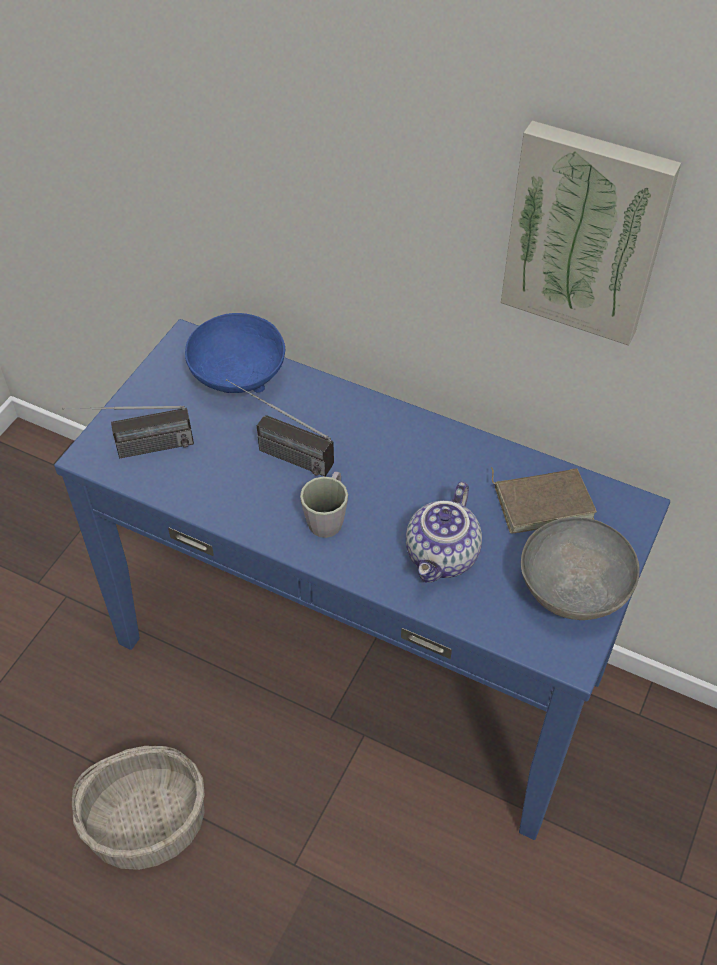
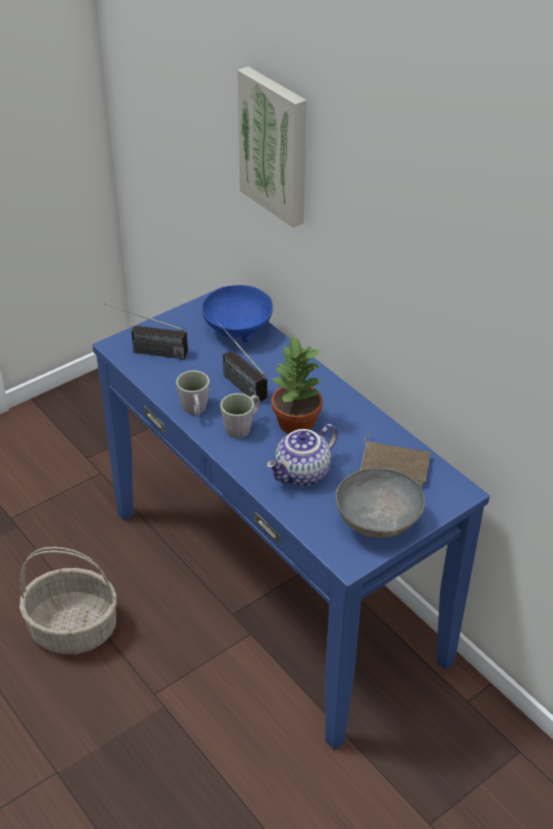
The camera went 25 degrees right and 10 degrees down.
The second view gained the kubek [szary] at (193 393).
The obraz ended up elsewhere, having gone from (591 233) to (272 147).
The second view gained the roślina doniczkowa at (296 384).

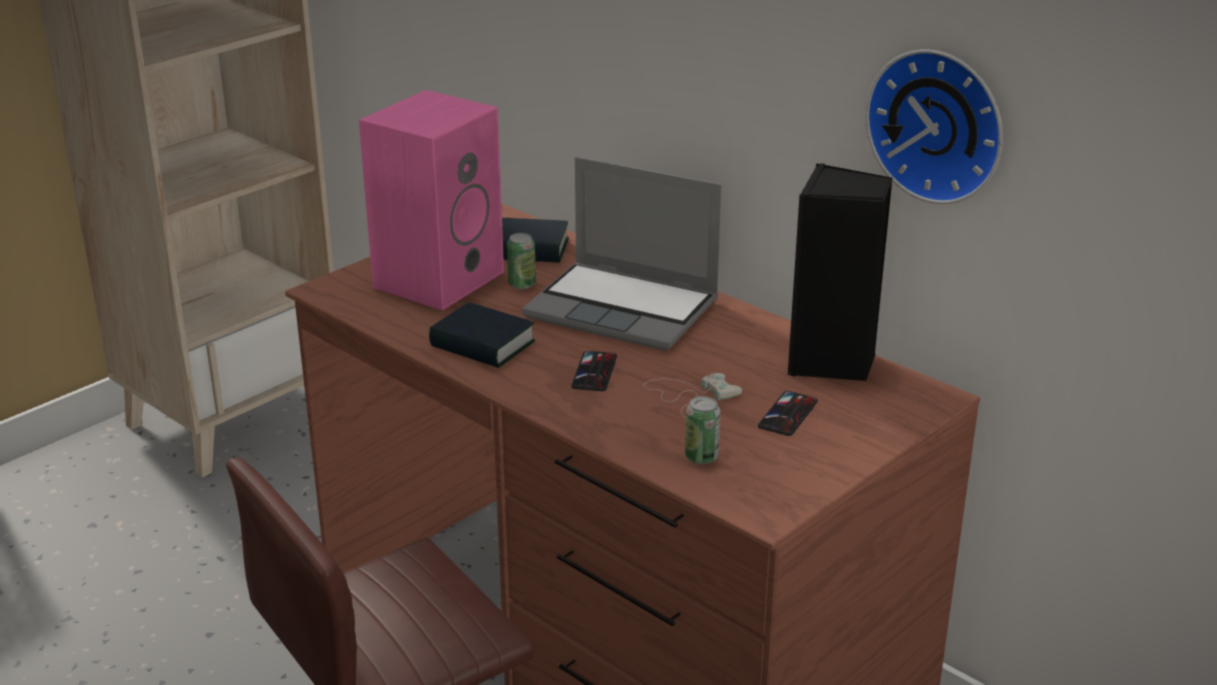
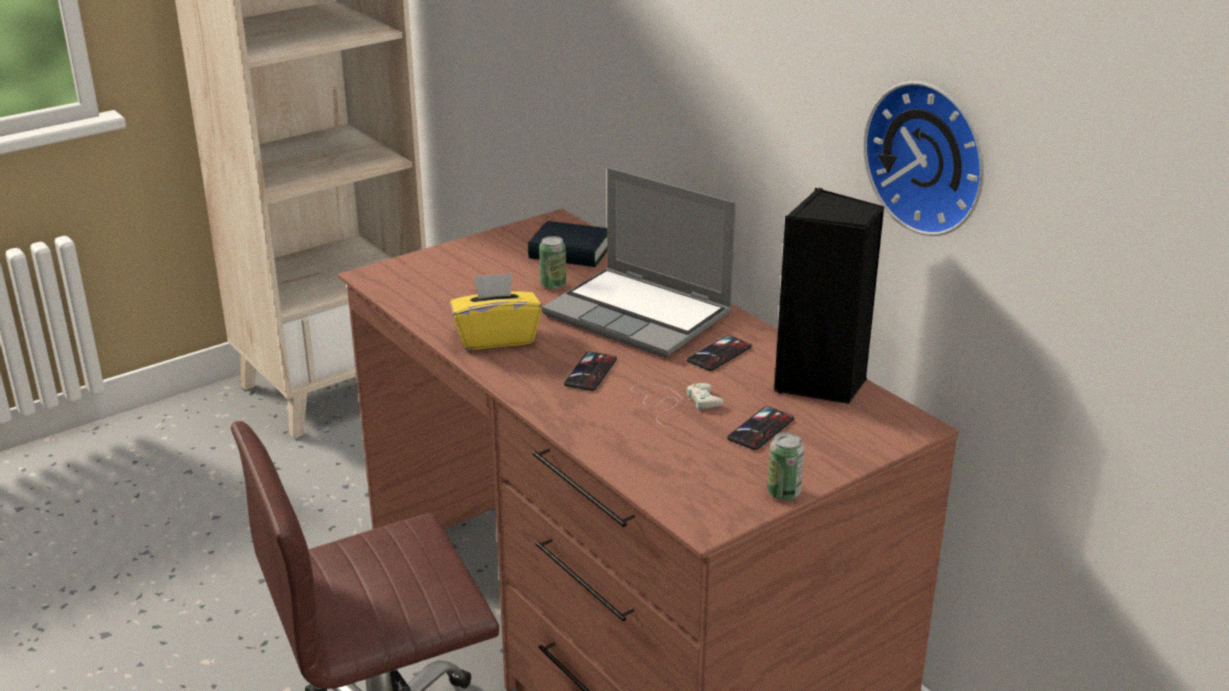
The camera went 10 degrees right and 0 degrees up.
Where the książka stood at (482 335), the pudełko chusteczek [żółty] came to stand at (496 311).
The second view gained the telefon at (719 353).
The puszka ended up elsewhere, having gone from (702 430) to (785 466).
The second view lost the głośnik [różowy] at (431 200).

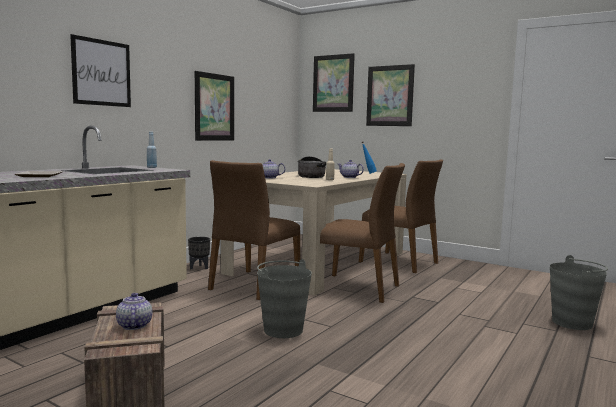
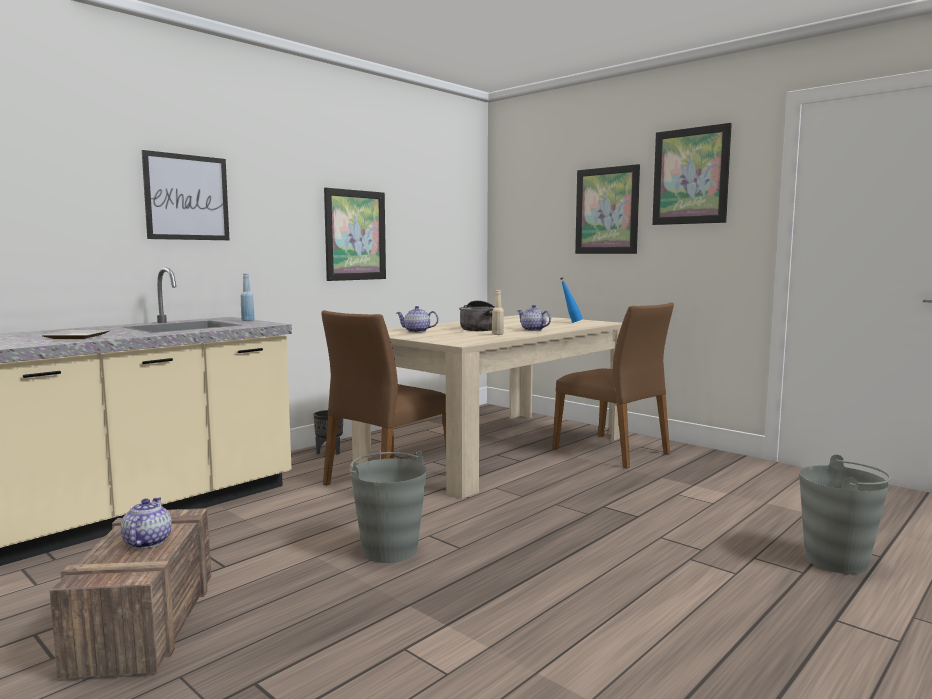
The camera went 10 degrees right and 0 degrees up.
The obraz ended up elsewhere, having gone from (334 82) to (692 174).
The second view lost the krzesło [brązowy] at (362 233).

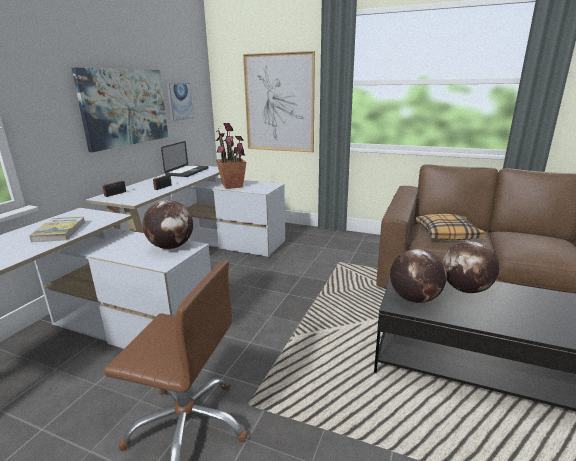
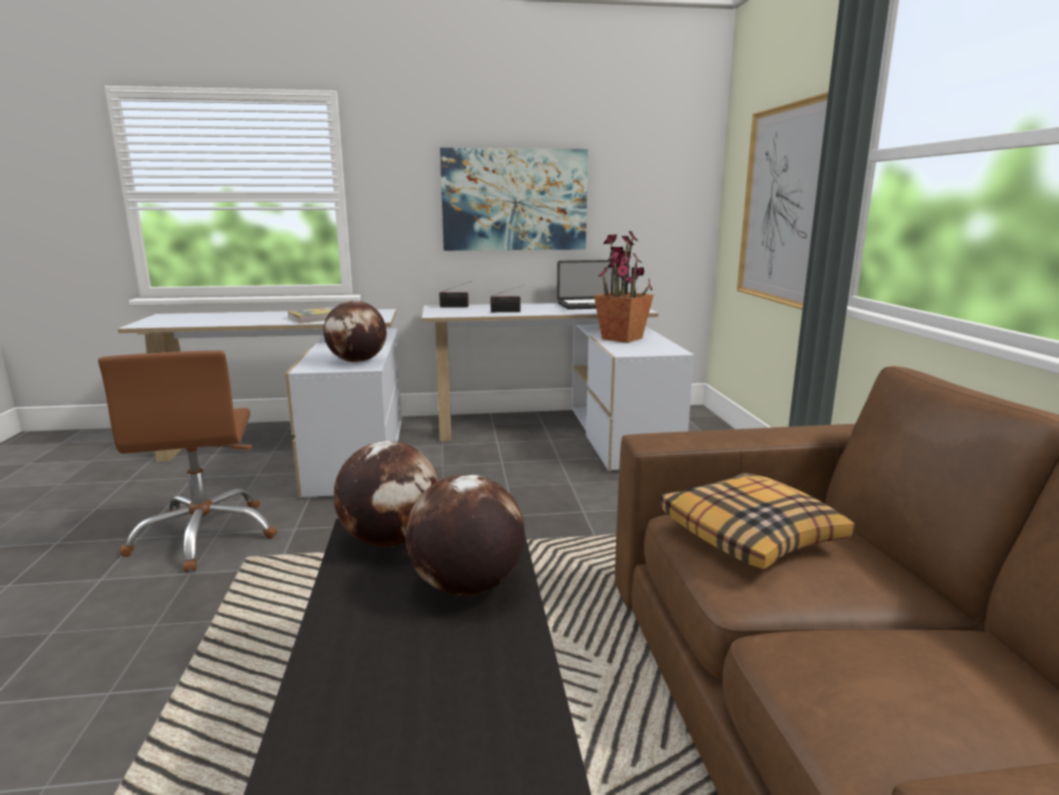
The camera went 60 degrees right and 5 degrees down.
The second view lost the obraz at (180 102).

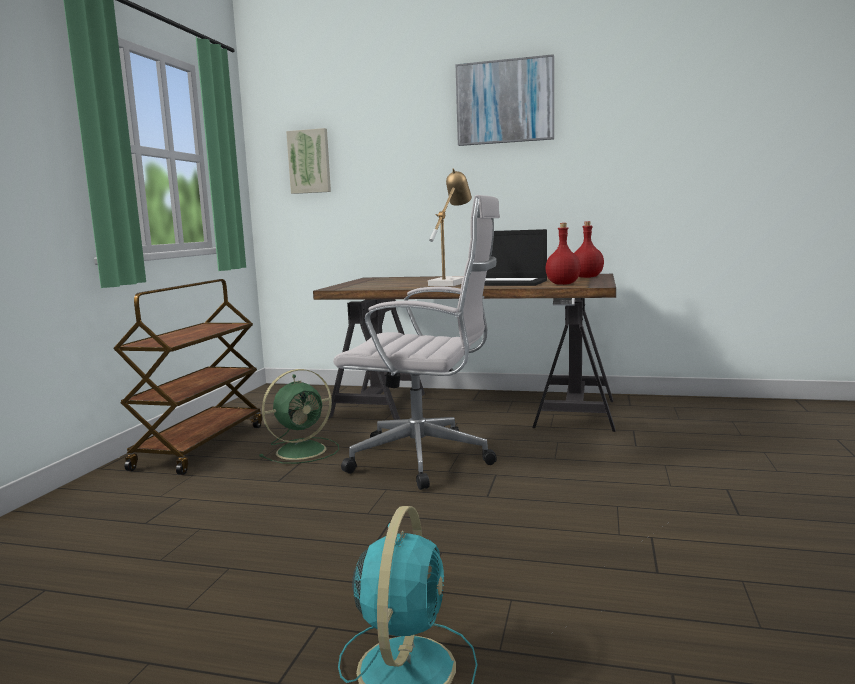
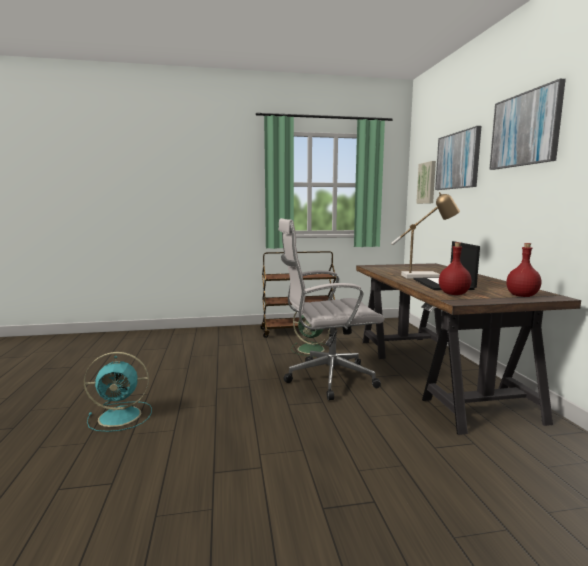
The camera went 65 degrees right and 0 degrees up.
The krzesło biurowe [biały] at (416 342) ended up facing another way, 90 degrees clockwise from before.
The second view gained the obraz at (458 158).

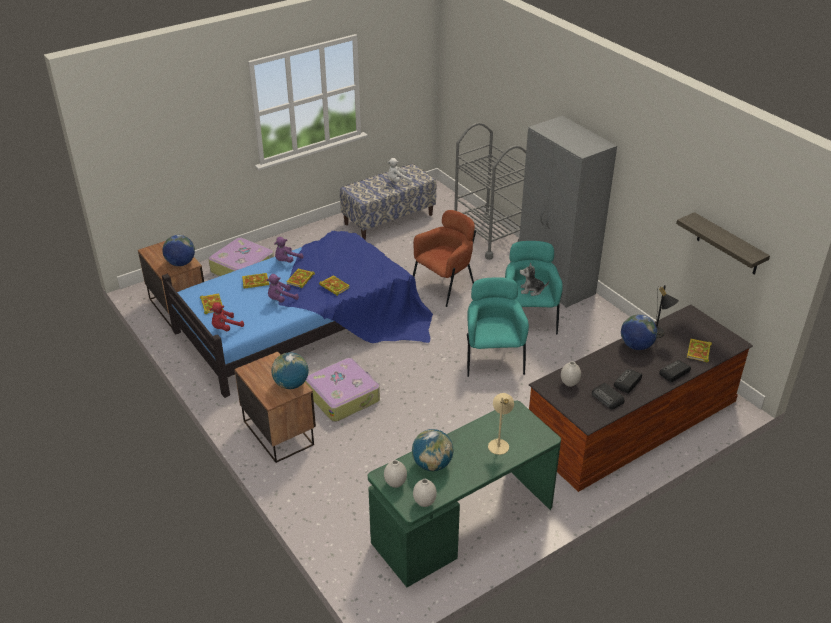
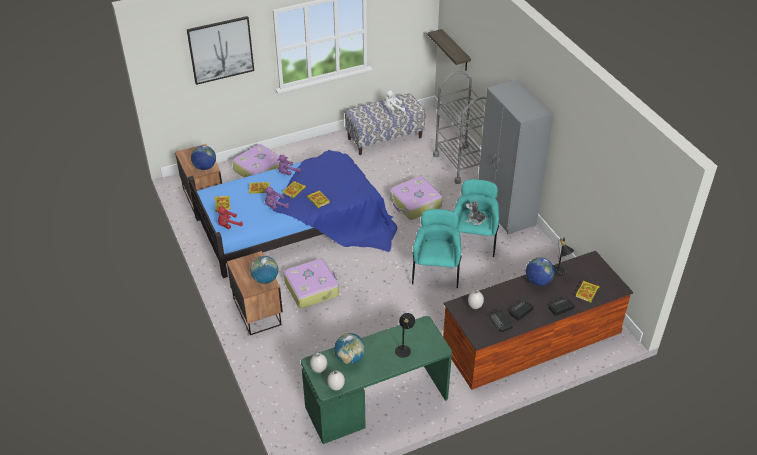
The camera went 10 degrees right and 5 degrees up.
The second view gained the obraz at (220 50).
Where the fotel [brązowy] stood at (444 258), the walizka came to stand at (416 198).
What was the lampa stołowa [beżowy] at (501 424) turned into the lampa stołowa [czarny] at (405 335).
The półka ended up elsewhere, having gone from (723 243) to (449 50).

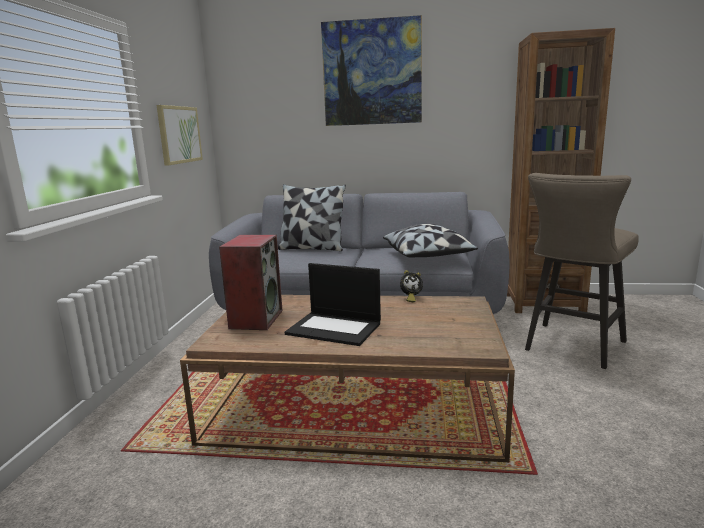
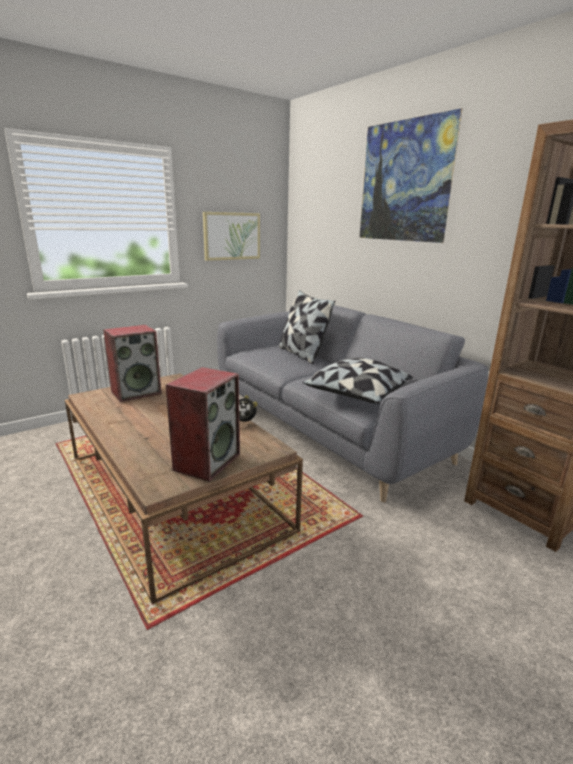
The camera went 45 degrees right and 5 degrees up.
The second view gained the głośnik at (203 424).
The second view lost the laptop at (333 304).
The second view lost the stołek [beżowy] at (582 271).

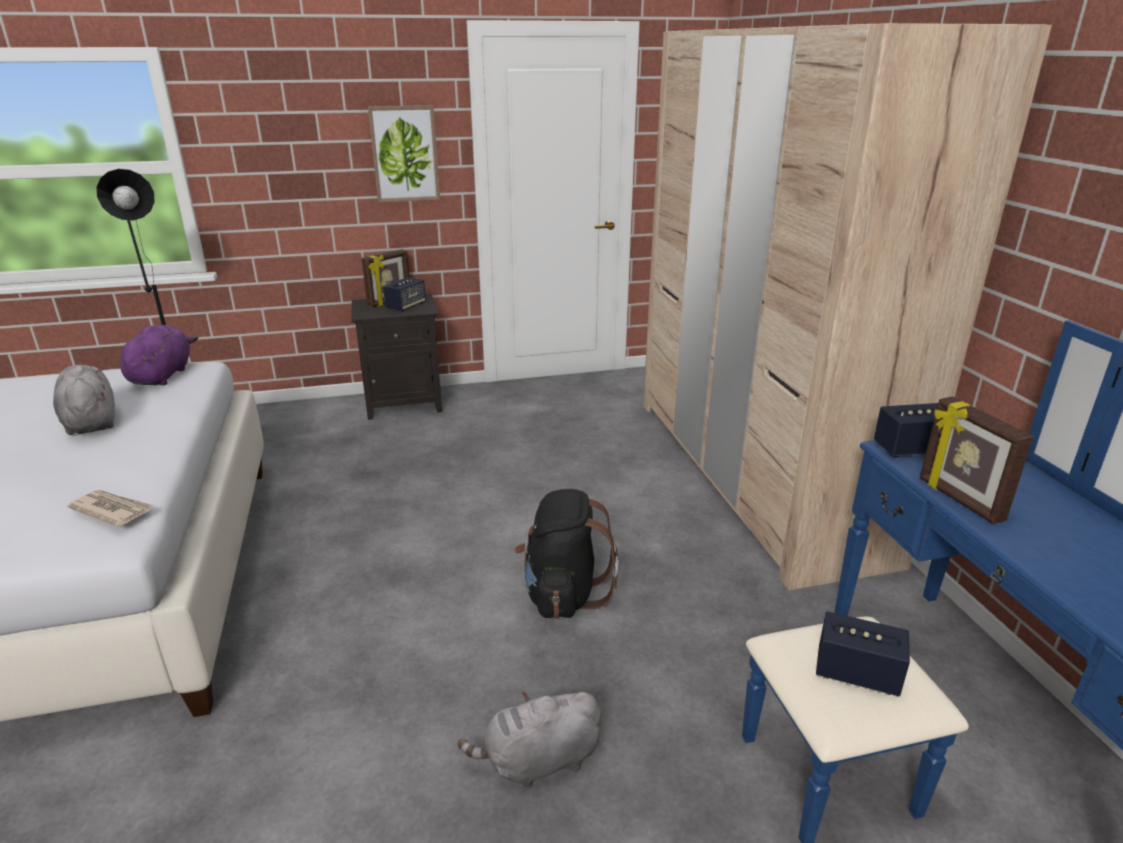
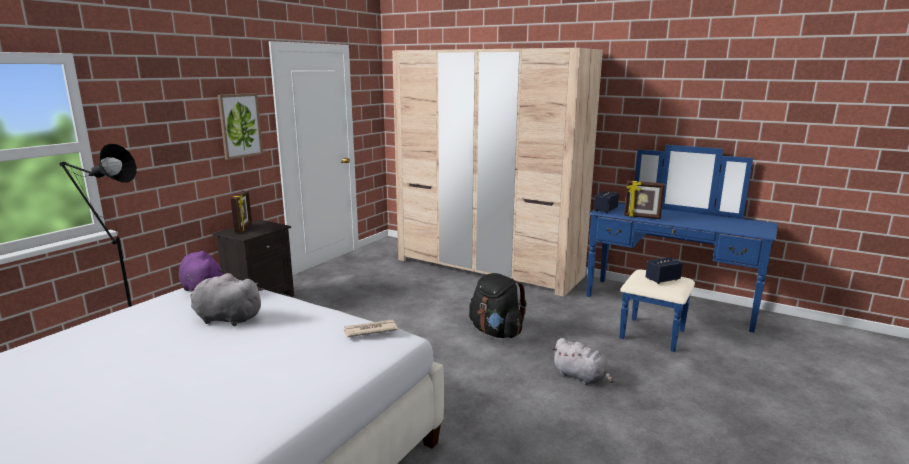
The camera went 45 degrees left and 10 degrees down.
The pluszak [szary] at (529 739) ended up facing another way, 75 degrees counterclockwise from before.
The second view lost the głośnik at (404 294).

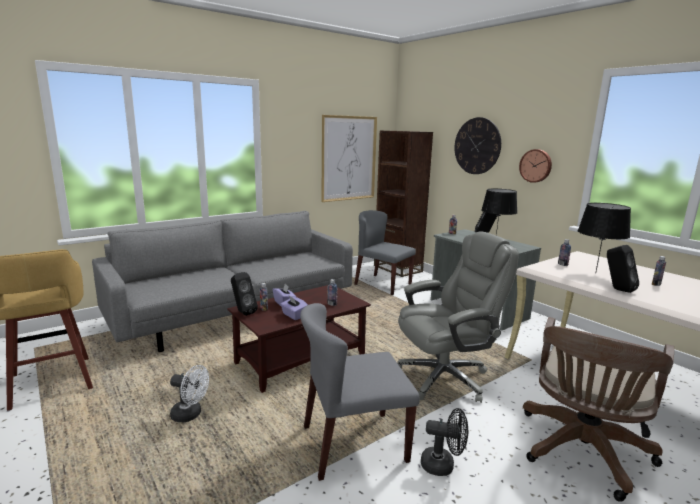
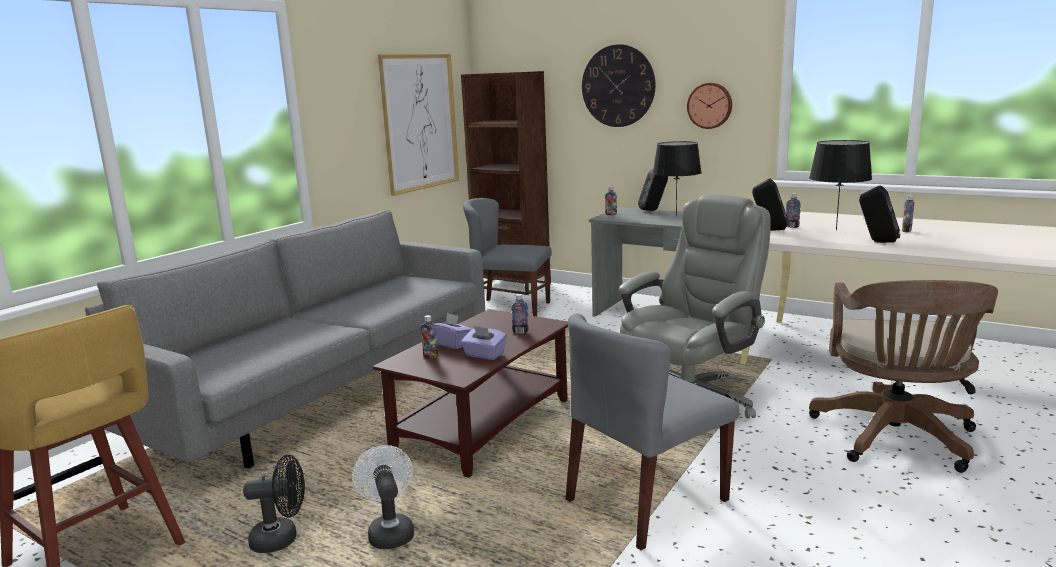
The camera went 20 degrees left and 0 degrees up.
The wentylator [czarny] ended up elsewhere, having gone from (444 442) to (274 504).
The wentylator [biały] at (189 393) ended up facing another way, 105 degrees counterclockwise from before.
The głośnik [czarny] ended up elsewhere, having gone from (244 294) to (770 205).

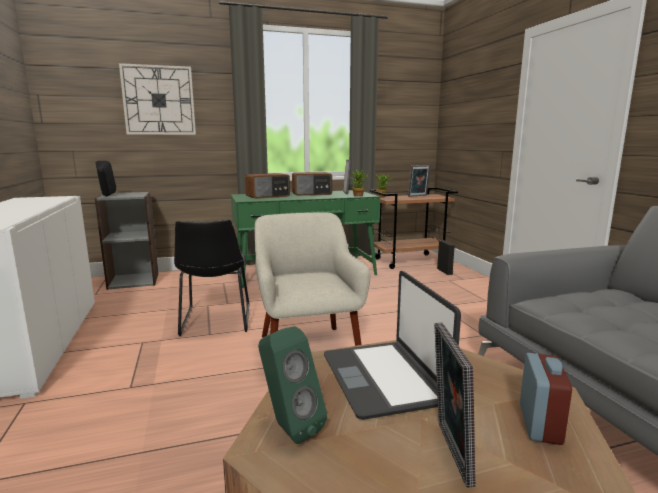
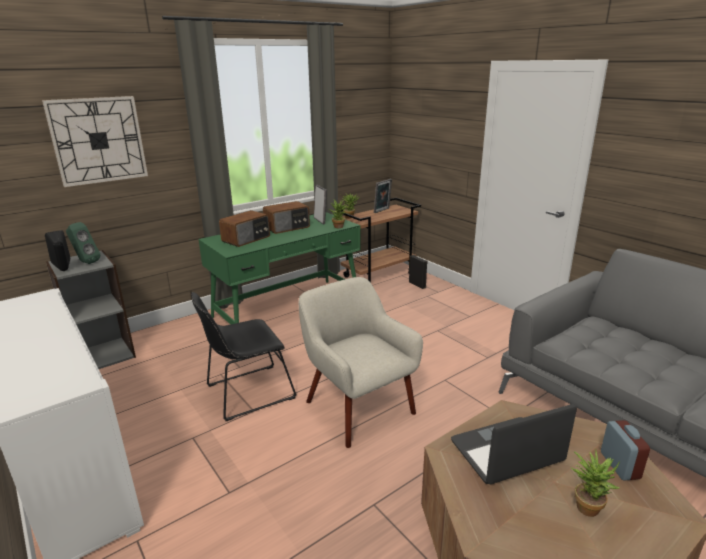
The camera went 20 degrees left and 10 degrees up.
The głośnik [zielony] ended up elsewhere, having gone from (292 385) to (83 243).
The krzesło [czarny] at (211 278) ended up facing another way, 90 degrees clockwise from before.
The laptop at (392 345) ended up facing another way, 105 degrees clockwise from before.
Where the ramka na zdjęcie stood at (455 405), the roślina doniczkowa came to stand at (595 483).

